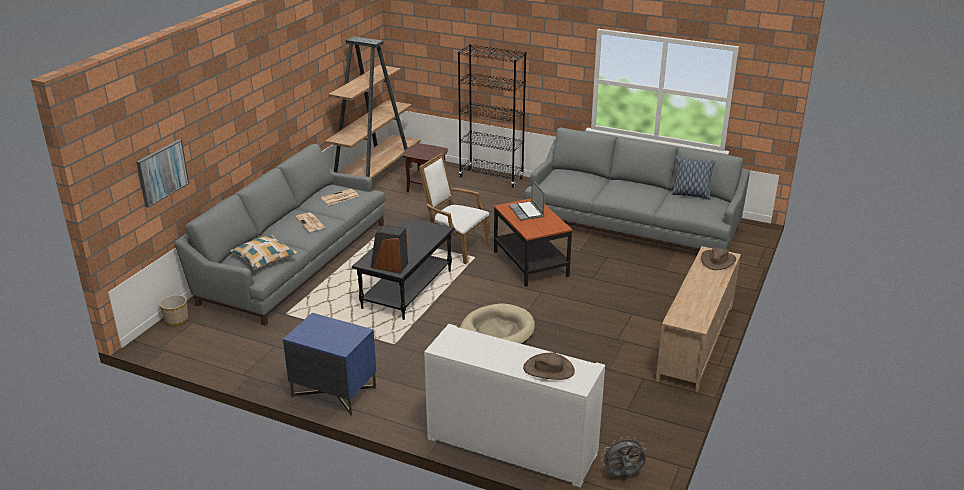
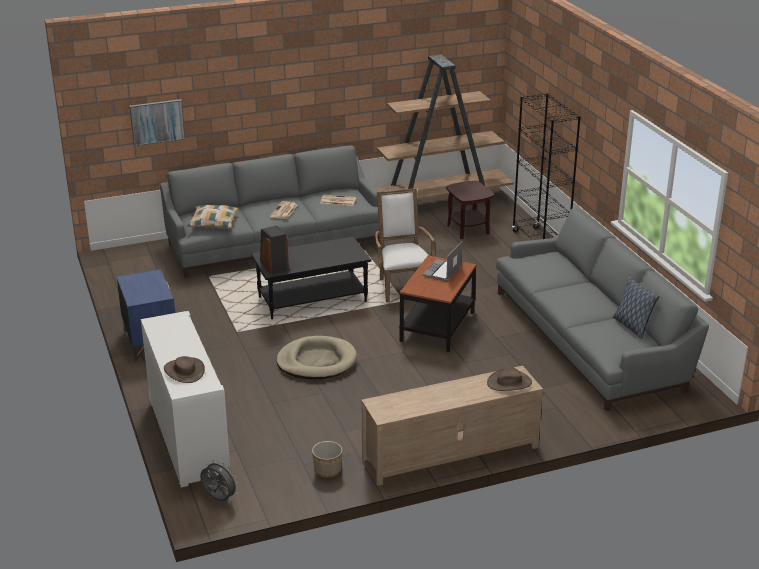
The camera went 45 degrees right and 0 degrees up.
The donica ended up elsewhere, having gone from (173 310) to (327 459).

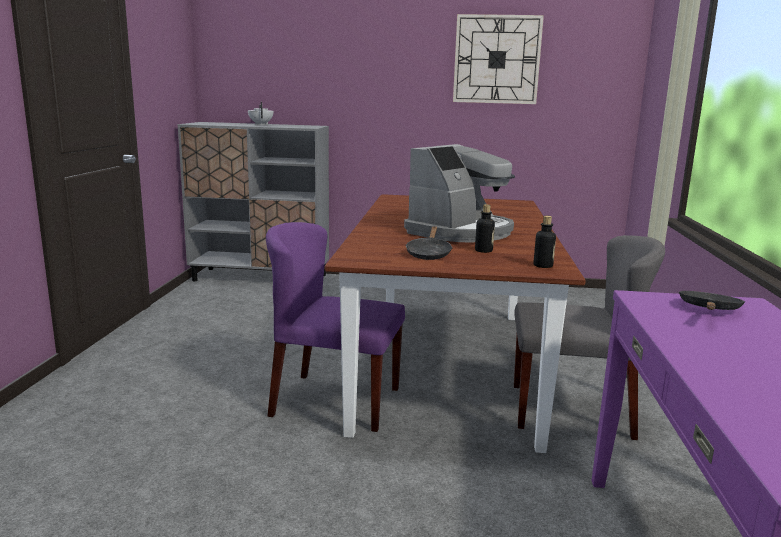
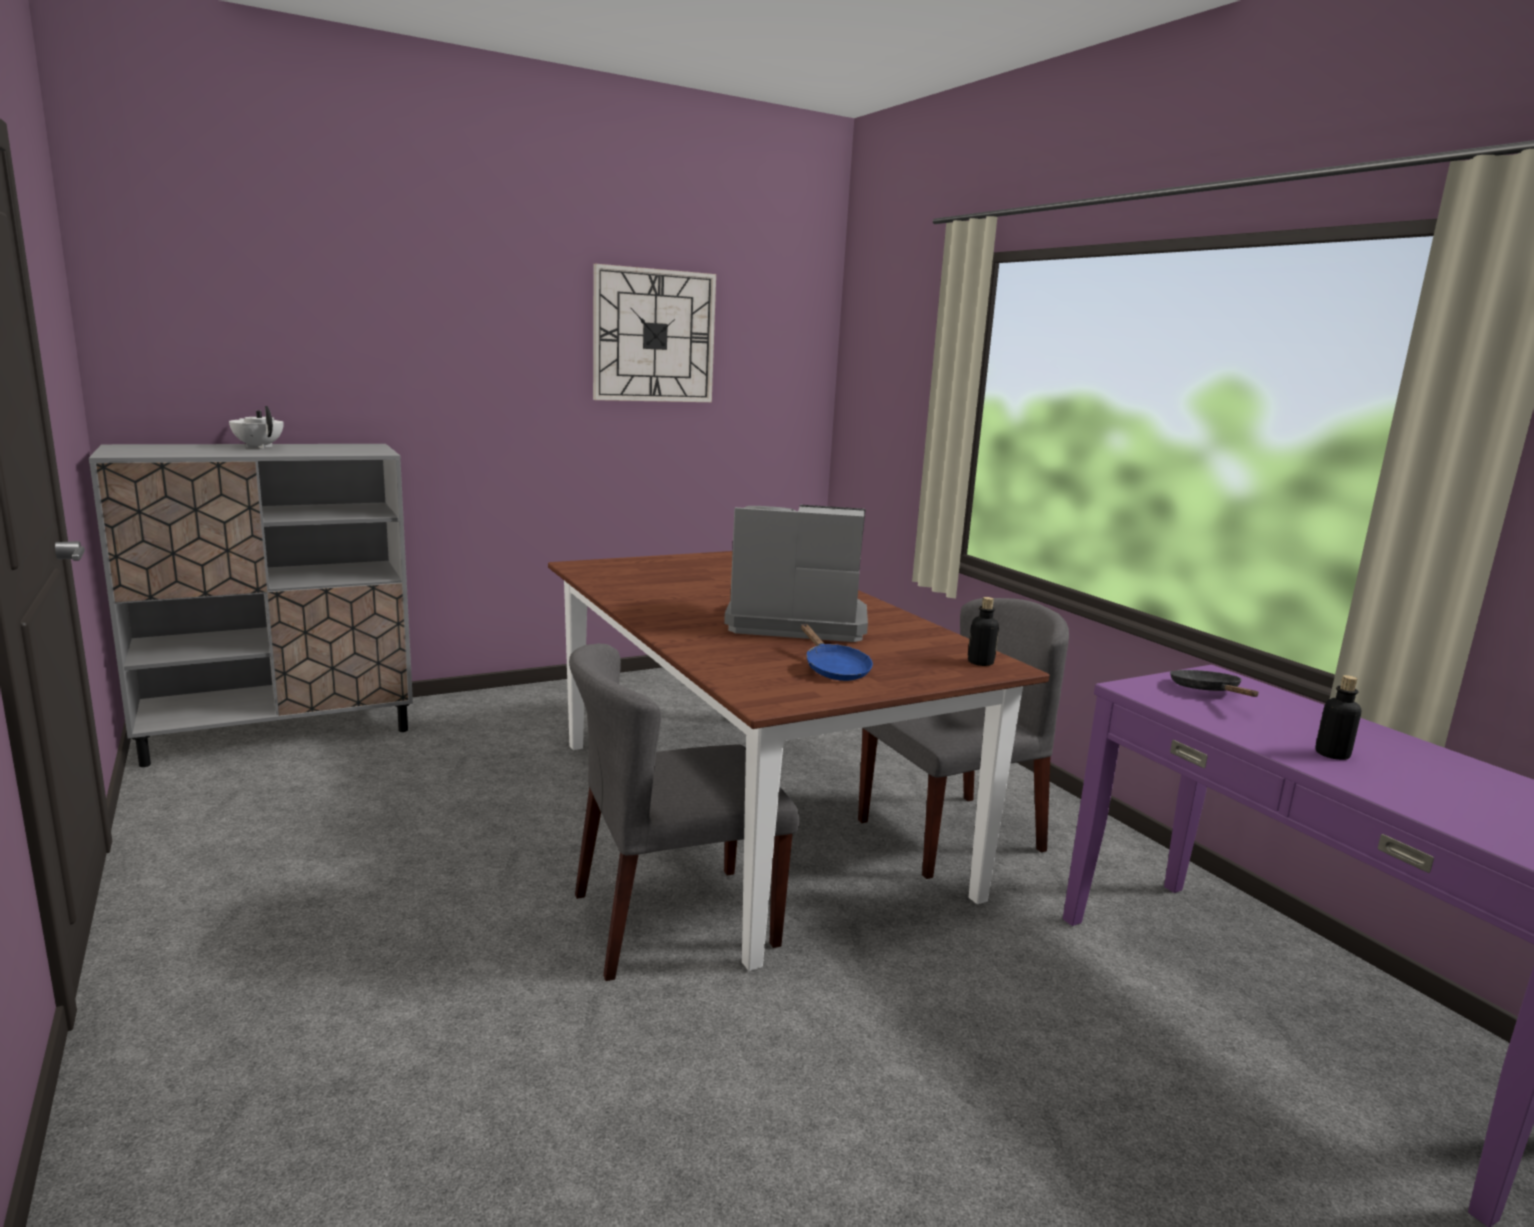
The camera went 35 degrees left and 0 degrees up.
What was the krzesło [fioletowy] at (335 327) turned into the krzesło [szary] at (684 812).
The ekspres do kawy at (459 193) ended up facing another way, 90 degrees counterclockwise from before.
What was the patelnia [czarny] at (429 243) turned into the patelnia [niebieski] at (837 652).
The butelka ended up elsewhere, having gone from (485 228) to (1338 717).

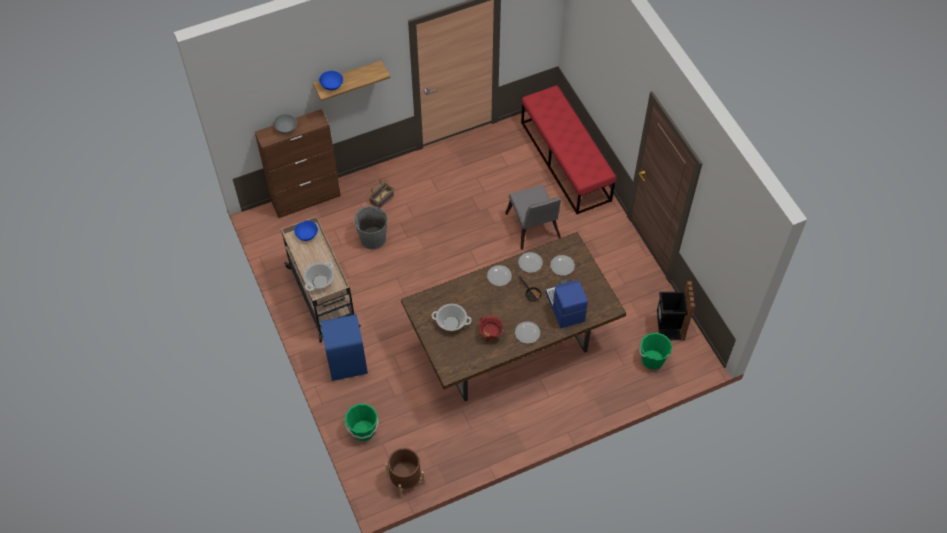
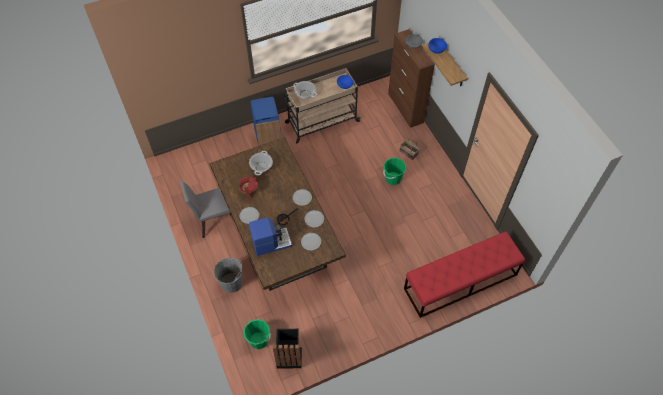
The camera went 90 degrees right and 0 degrees up.
The krzesło [szary] ended up elsewhere, having gone from (533 217) to (207 209).
The wiadro [szary] ended up elsewhere, having gone from (370 227) to (228 275).
The wiadro [zielony] ended up elsewhere, having gone from (361 422) to (394 171).
The second view lost the donica [brązowy] at (405 472).

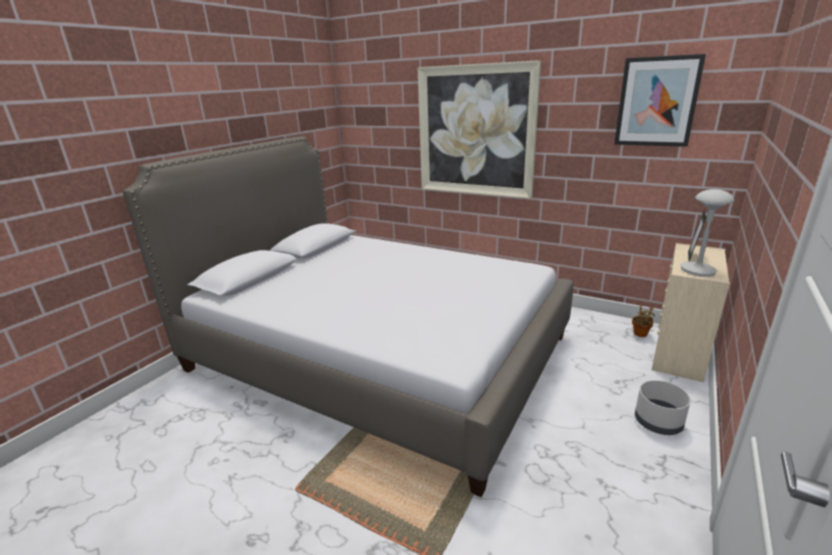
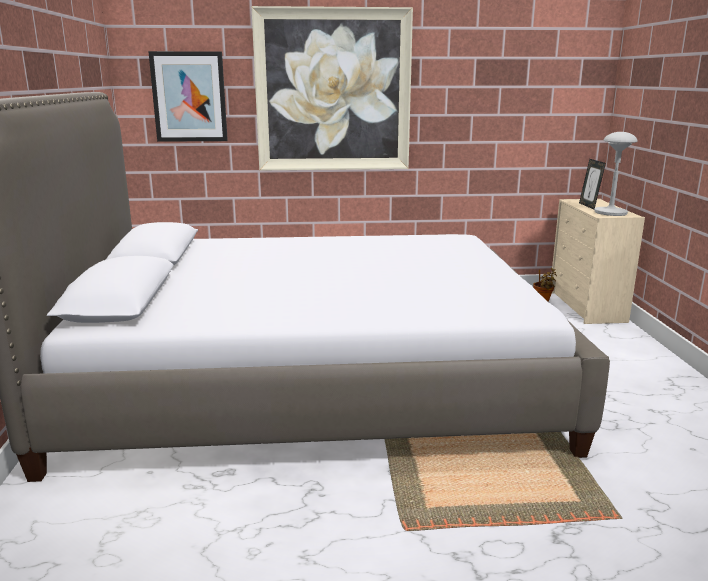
The camera went 35 degrees left and 5 degrees down.
The obraz ended up elsewhere, having gone from (660 100) to (188 96).
The second view lost the donica [szary] at (663 407).

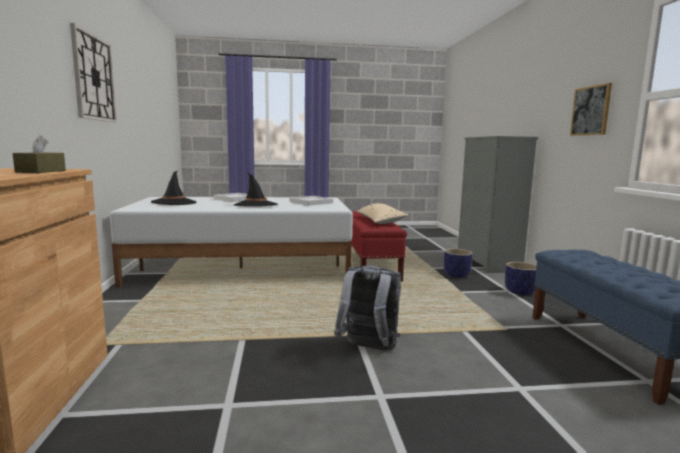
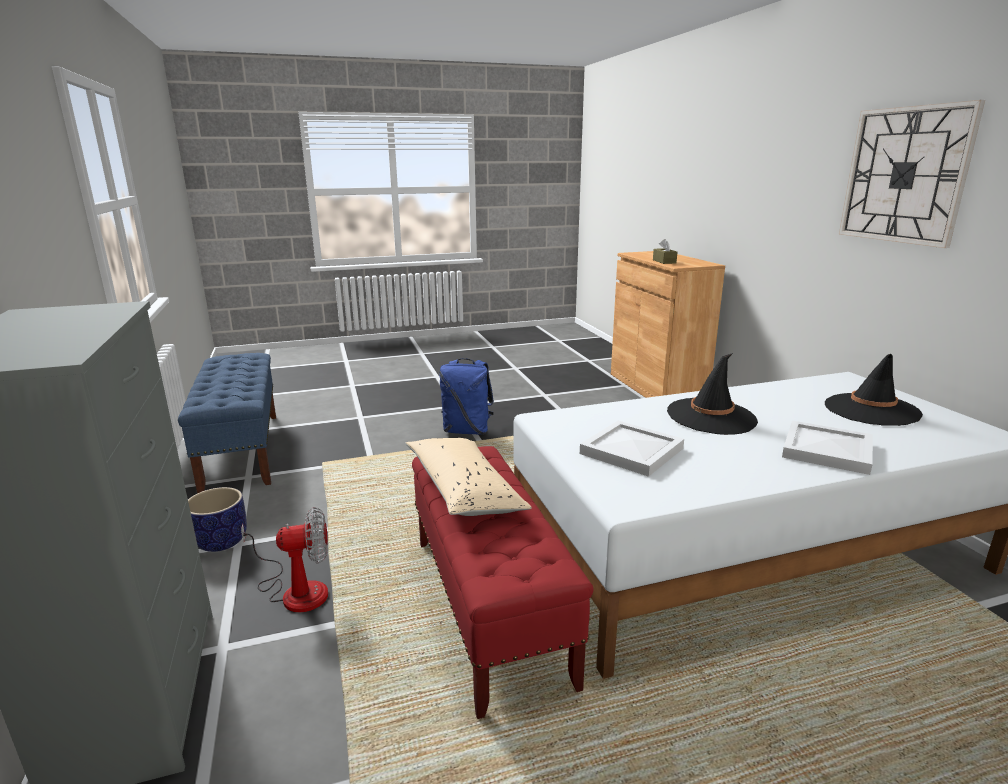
The camera went 170 degrees right and 10 degrees up.
Where the donica stood at (458 263), the wentylator came to stand at (284 559).
What was the plecak [szary] at (368 308) turned into the plecak [niebieski] at (466 396).
The second view lost the obraz at (591 109).

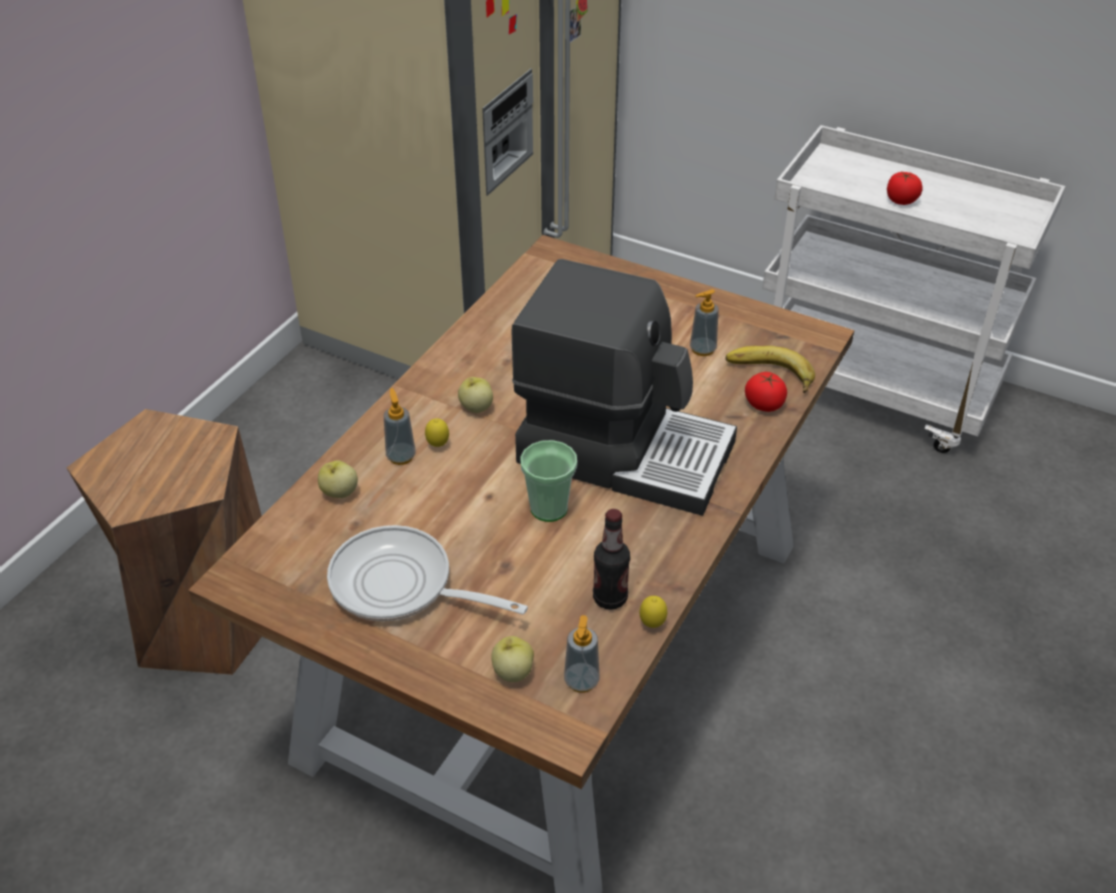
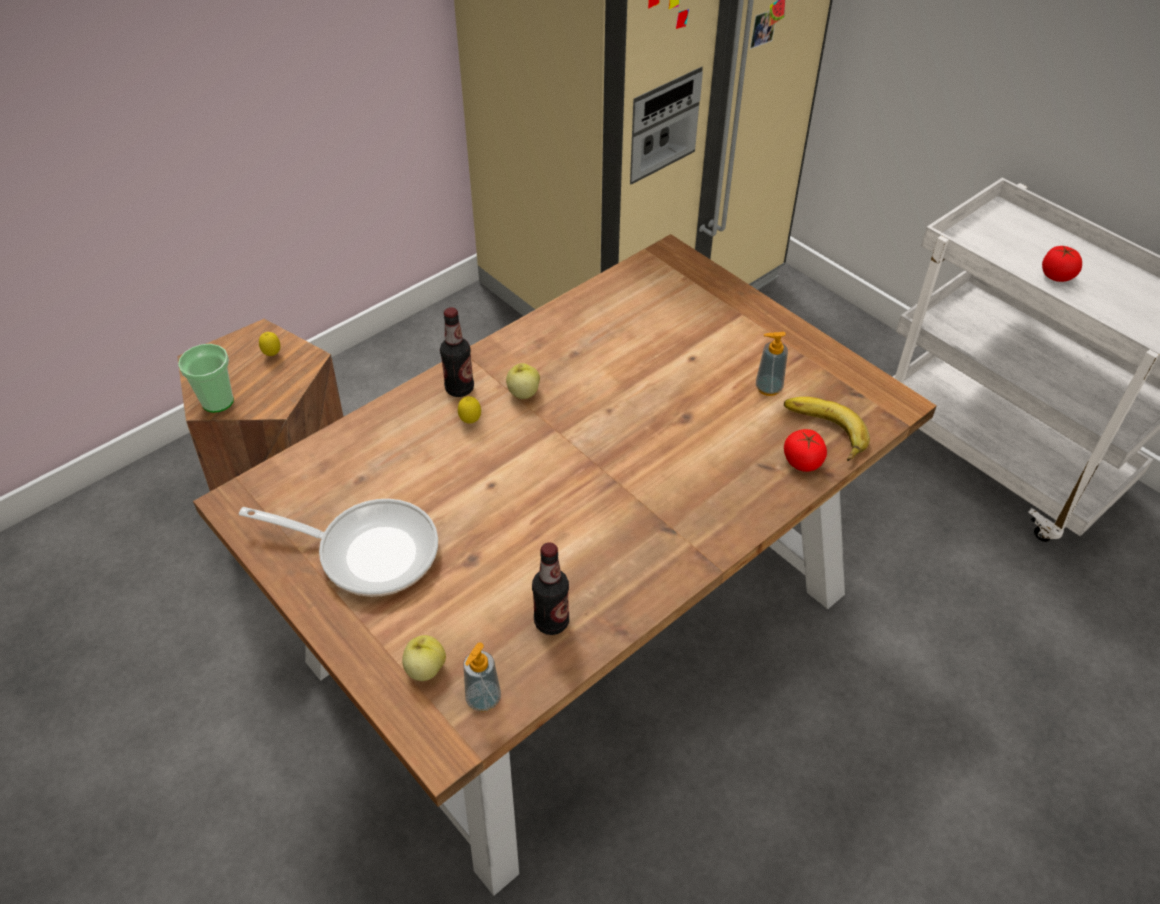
The camera went 20 degrees right and 5 degrees up.
The filiżanka ended up elsewhere, having gone from (548 481) to (206 378).
The patelnia at (427 573) ended up facing another way, 150 degrees clockwise from before.
The cytryna ended up elsewhere, having gone from (653 612) to (269 344).
The second view gained the butelka at (457 352).
The second view lost the jabłko at (338 479).
The second view lost the dozownik mydła at (400 426).
The second view lost the ekspres do kawy at (624 387).

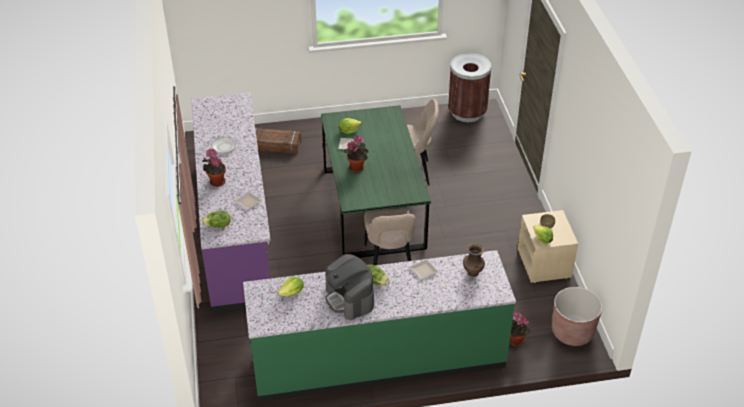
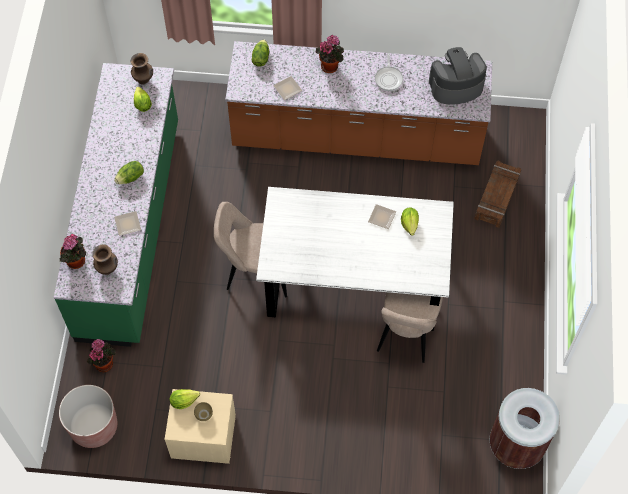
The camera went 105 degrees right and 20 degrees up.
The roślina doniczkowa ended up elsewhere, having gone from (356 154) to (73 251).
The second view gained the wazon [brązowy] at (142 69).
What was the zabudowa kuchenna [fioletowy] at (231 203) turned into the zabudowa kuchenna [brązowy] at (358 103).
What was the stół jadalny [zielony] at (376 181) turned into the stół jadalny [biały] at (355 259).
The ekspres do kawy ended up elsewhere, having gone from (349 287) to (458 76).

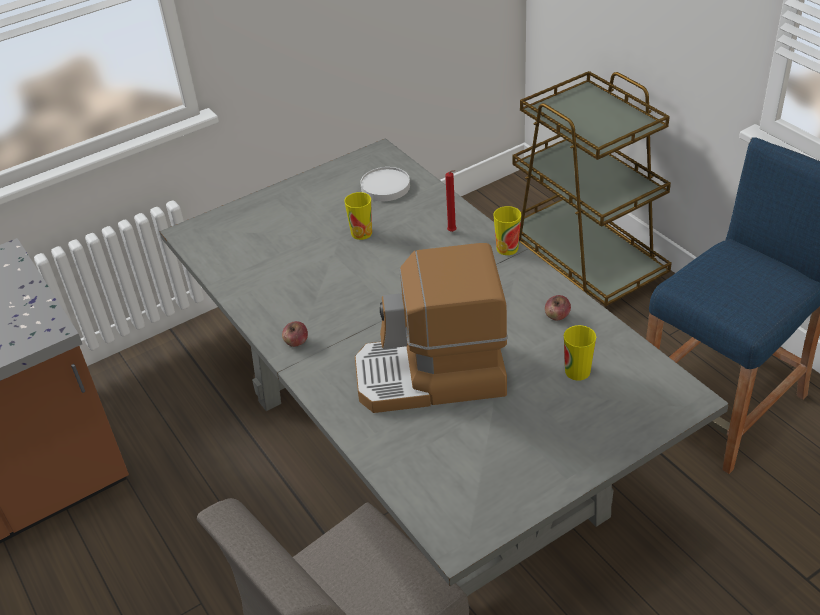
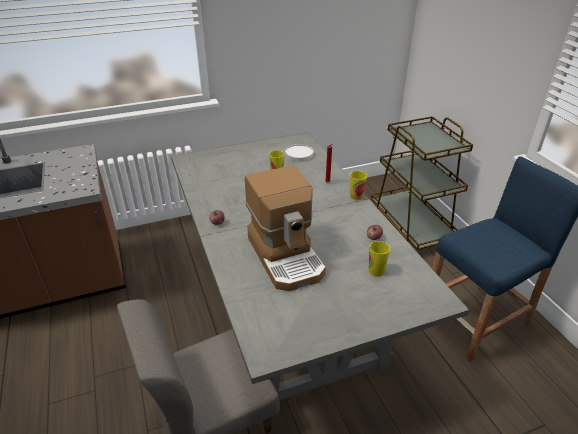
The camera went 10 degrees right and 5 degrees down.
The ekspres do kawy at (431 328) ended up facing another way, 120 degrees counterclockwise from before.

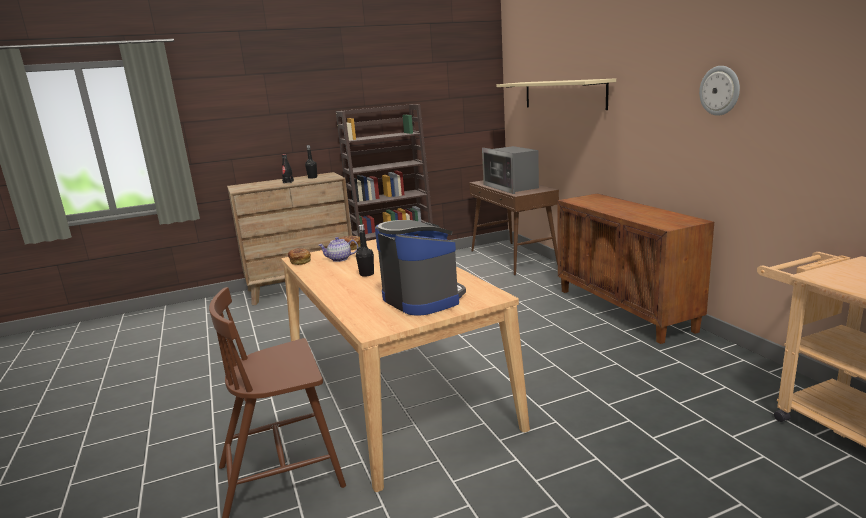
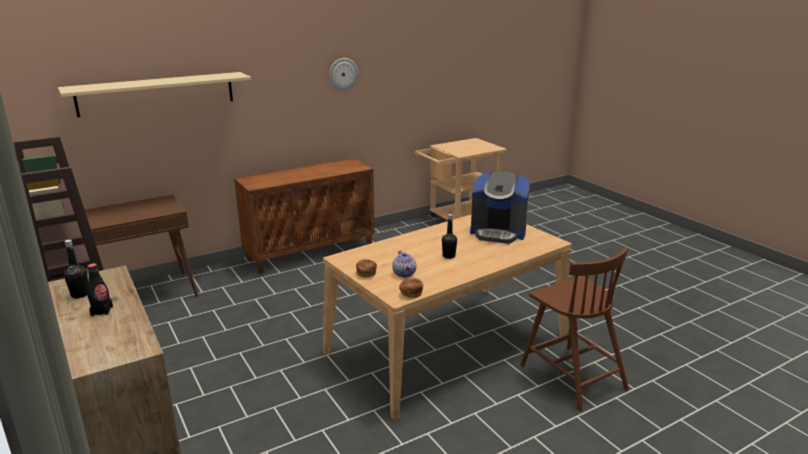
The camera went 100 degrees left and 5 degrees up.
The ekspres do kawy at (420 268) ended up facing another way, 120 degrees counterclockwise from before.
The second view lost the mikrofalówka at (510 170).

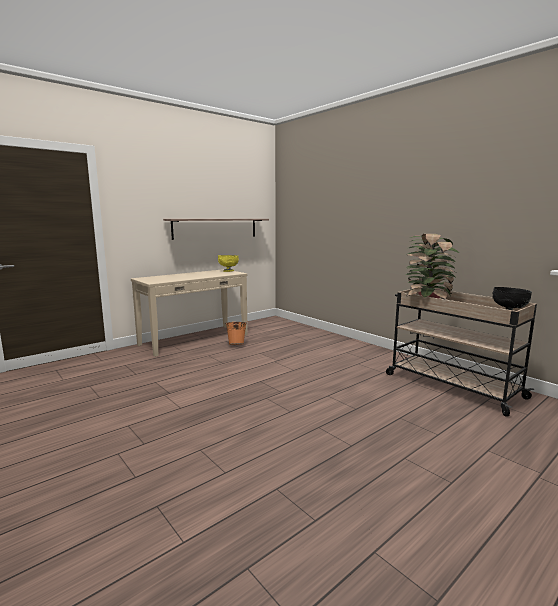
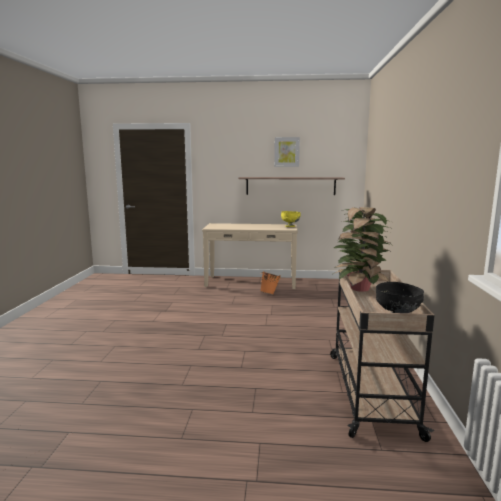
The camera went 45 degrees right and 0 degrees up.
The second view gained the obraz at (287 152).

